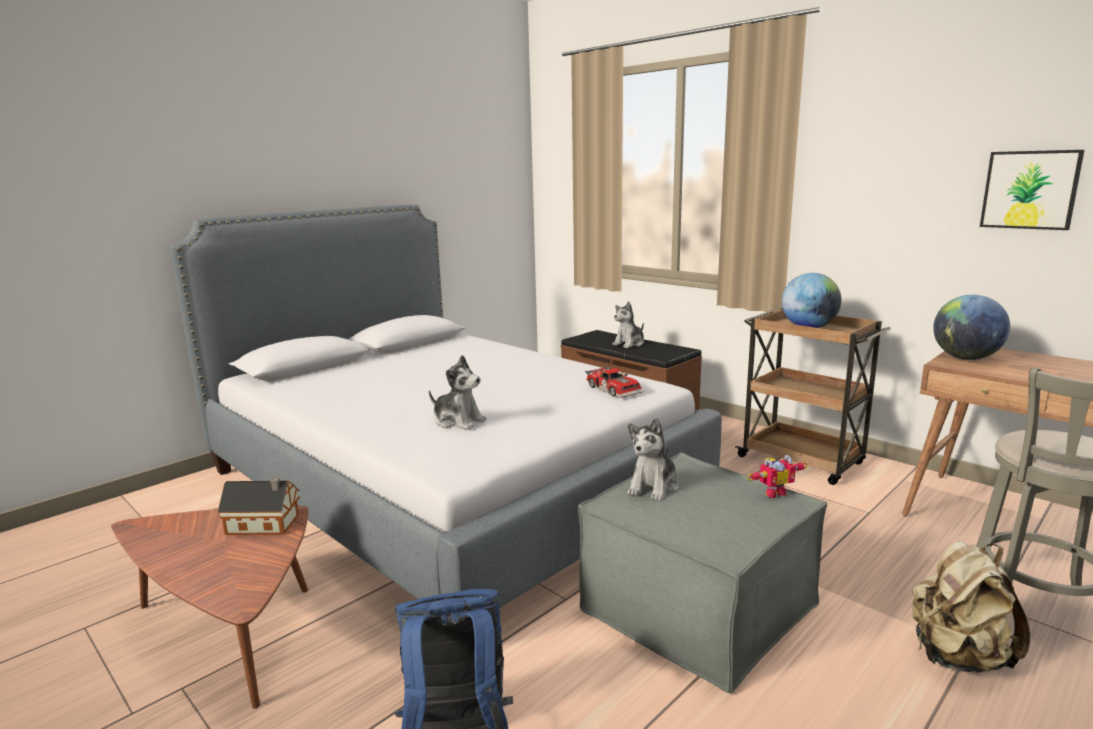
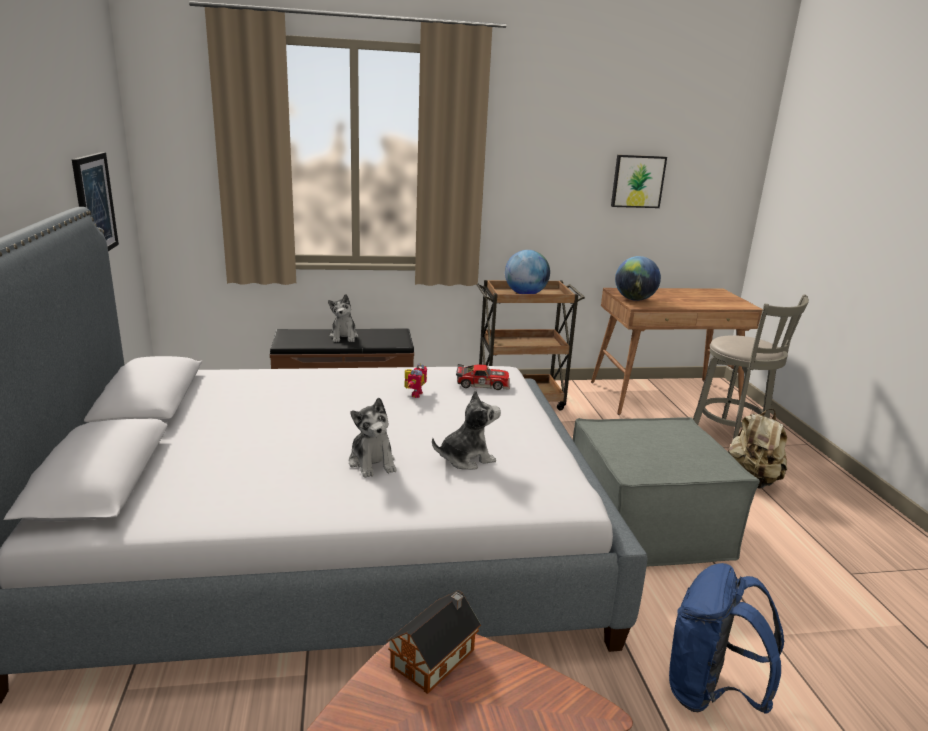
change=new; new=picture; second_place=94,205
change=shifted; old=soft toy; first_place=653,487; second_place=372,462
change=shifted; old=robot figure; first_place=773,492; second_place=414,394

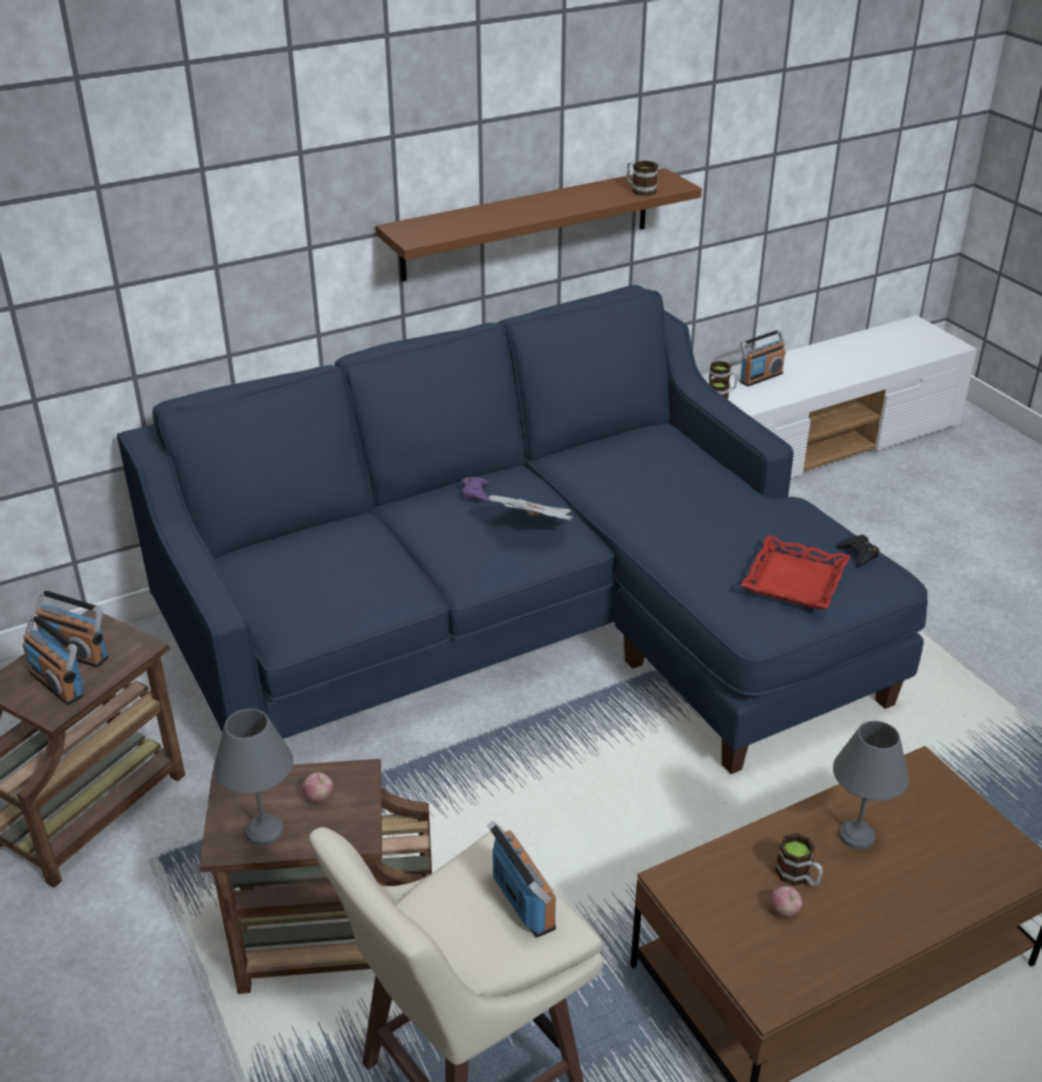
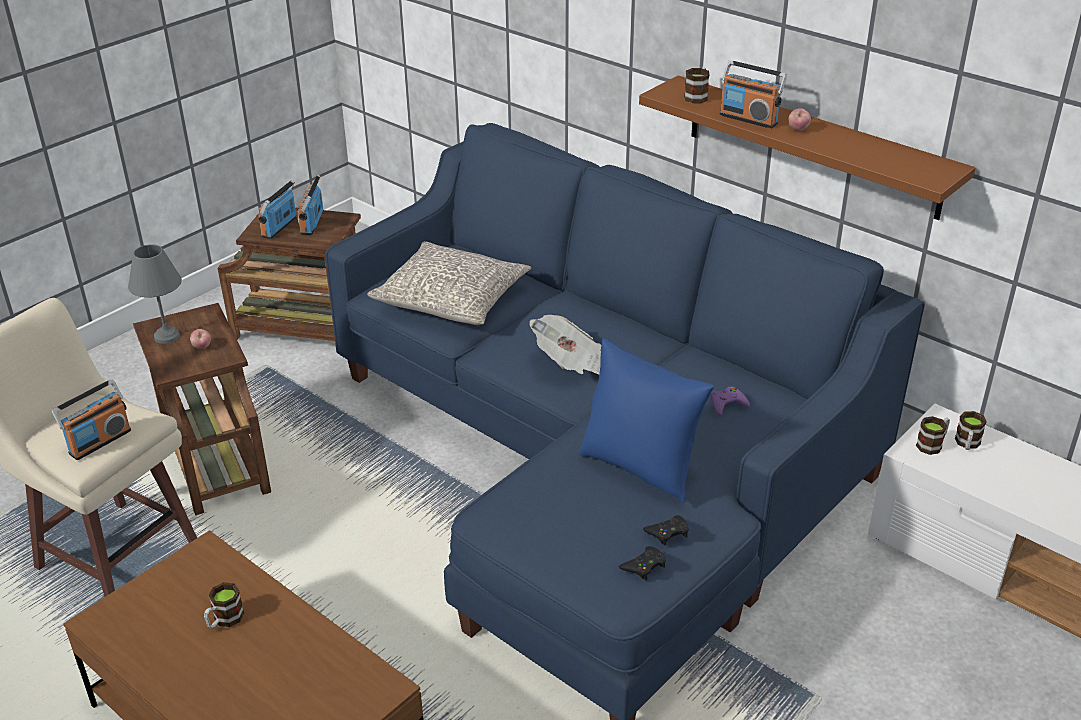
change=gone; old=red-coloured serving tray; first_place=793,580
change=gone; old=greyish lamp for a table; first_place=857,834
change=new; new=greyish cushion; second_place=452,299
change=new; new=bluish cushion; second_place=640,467
change=new; new=black-coloured gamepad; second_place=668,533
change=shifted; old=purple gamepad; first_place=476,493; second_place=727,404
change=shifted; old=coffee mug; first_place=640,190; second_place=697,96
change=shifted; old=radio set; first_place=760,377; second_place=749,119
change=shifted; old=apple fruit; first_place=784,911; second_place=798,130

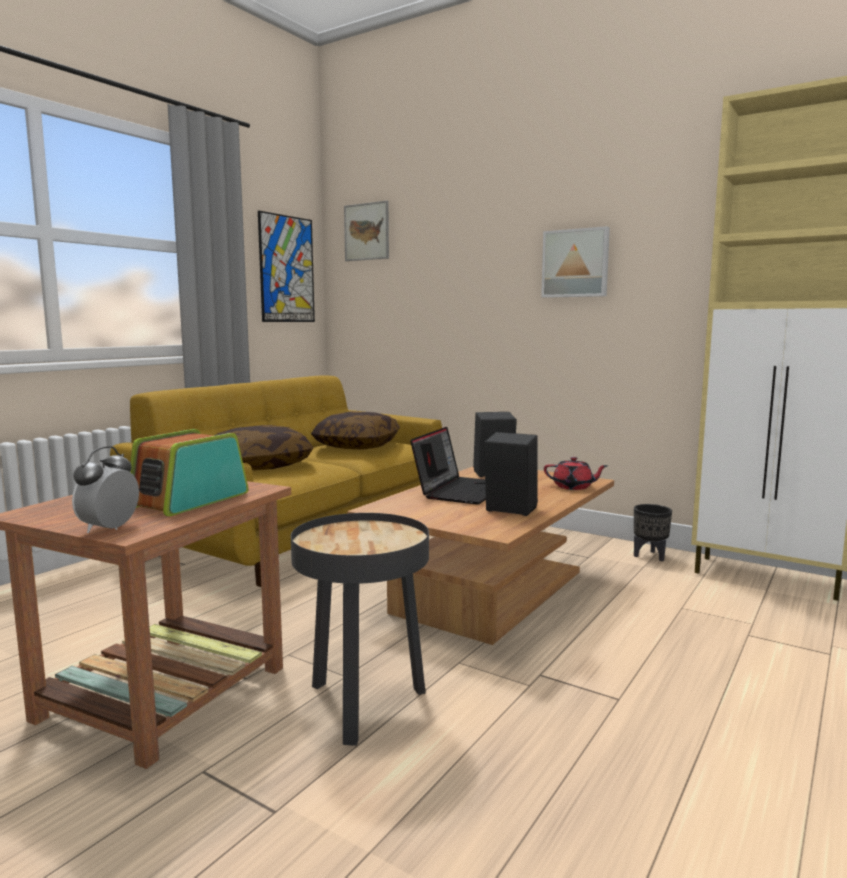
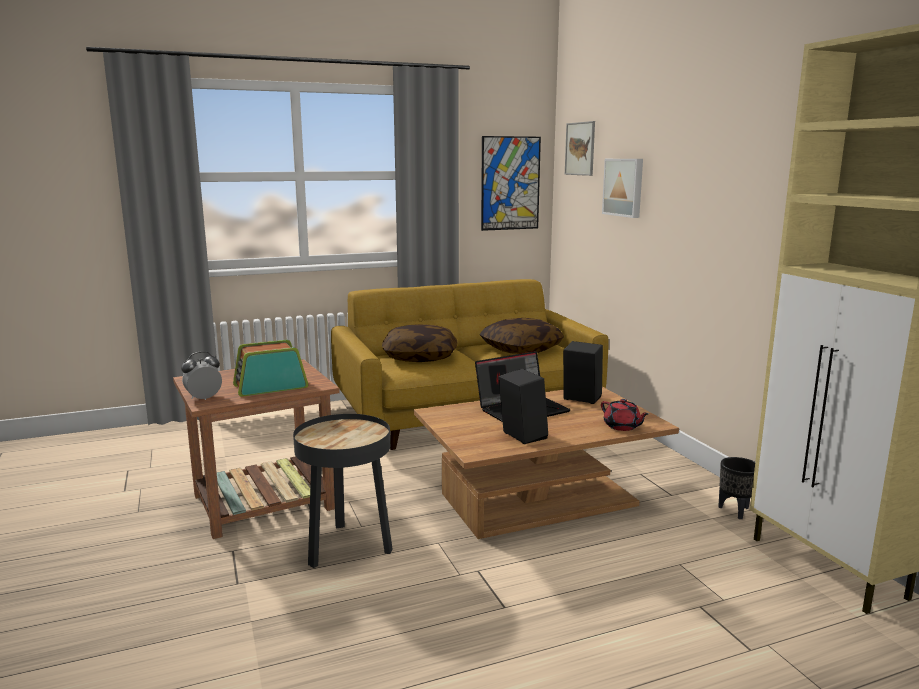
change=shifted; old=picture; first_place=576,263; second_place=624,187

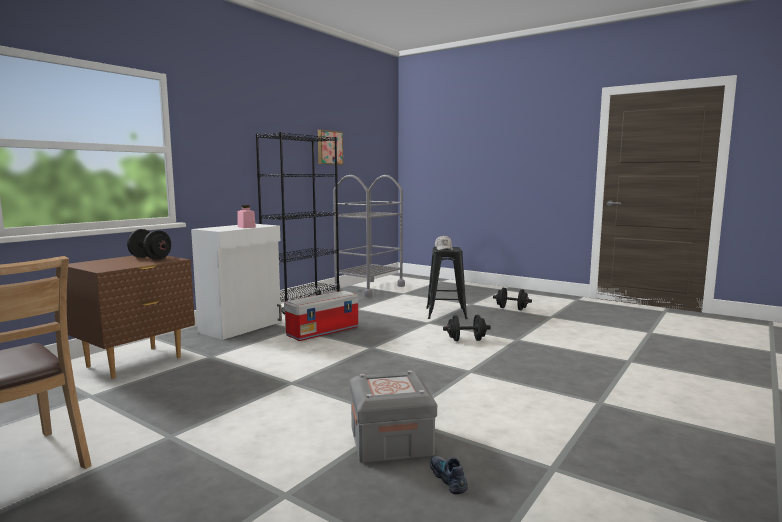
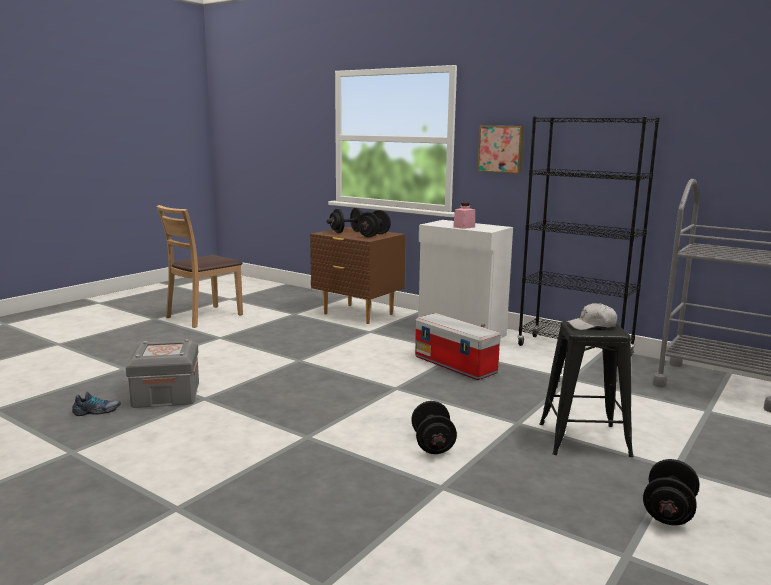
change=new; new=black-coloured hand weight; second_place=347,232
change=shifted; old=picture; first_place=329,147; second_place=501,149

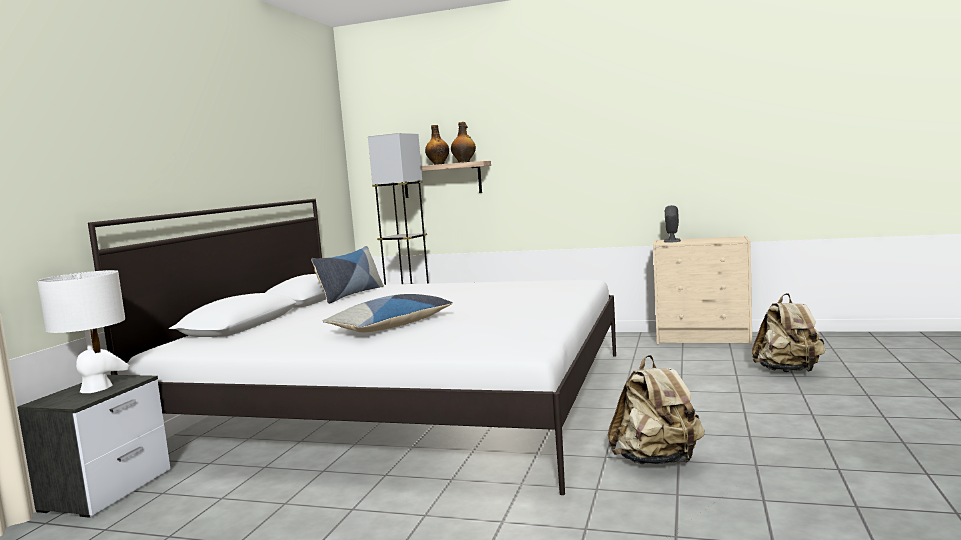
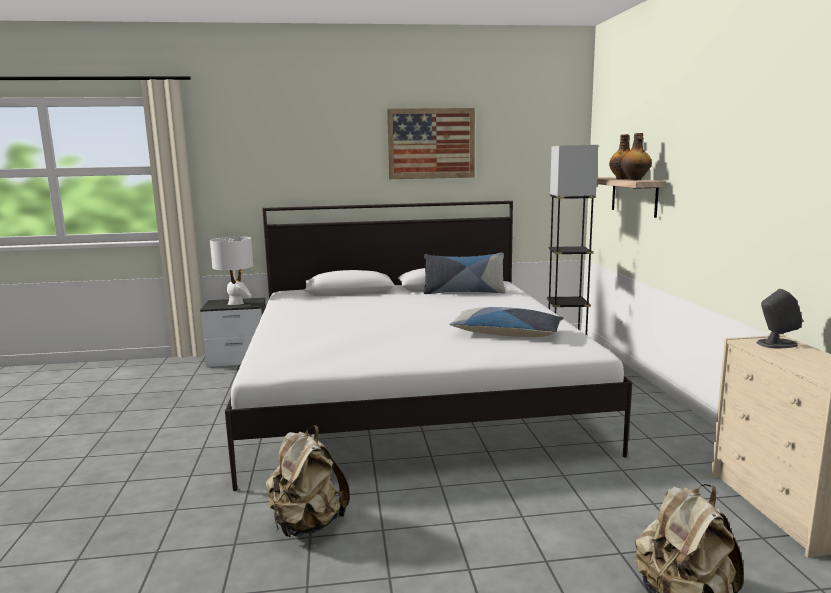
change=new; new=picture; second_place=431,143
change=shifted; old=cushion; first_place=392,325; second_place=506,333

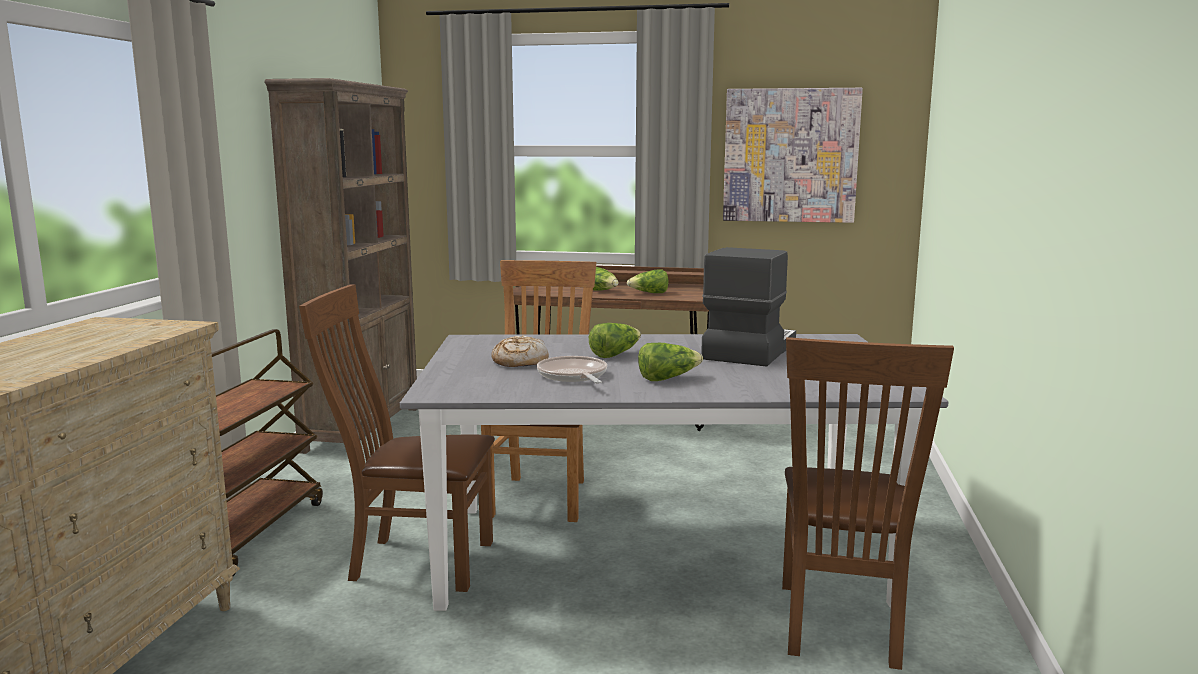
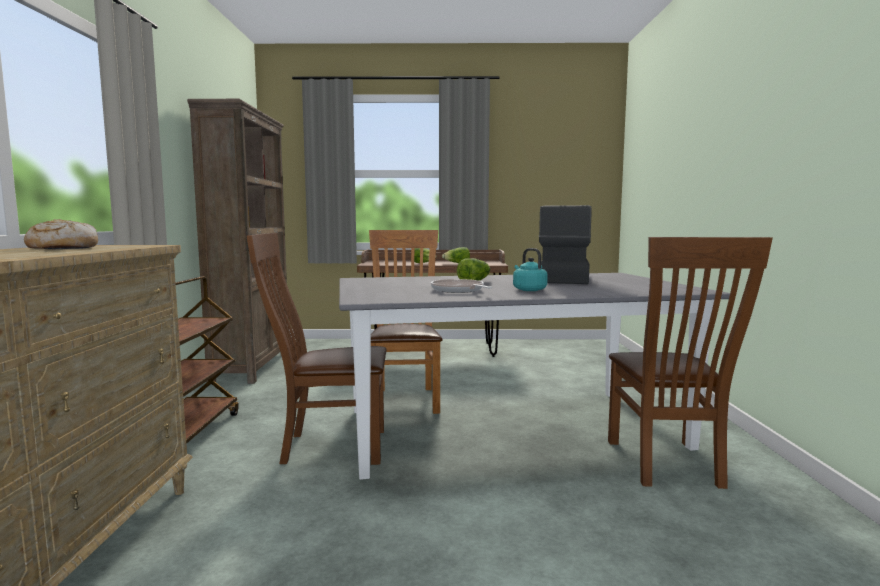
change=gone; old=picture; first_place=790,155
change=shifted; old=bakery bread; first_place=519,362; second_place=62,248
change=swapped; old=lettuce head; new=blue-green water kettle; first_place=667,378; second_place=528,290

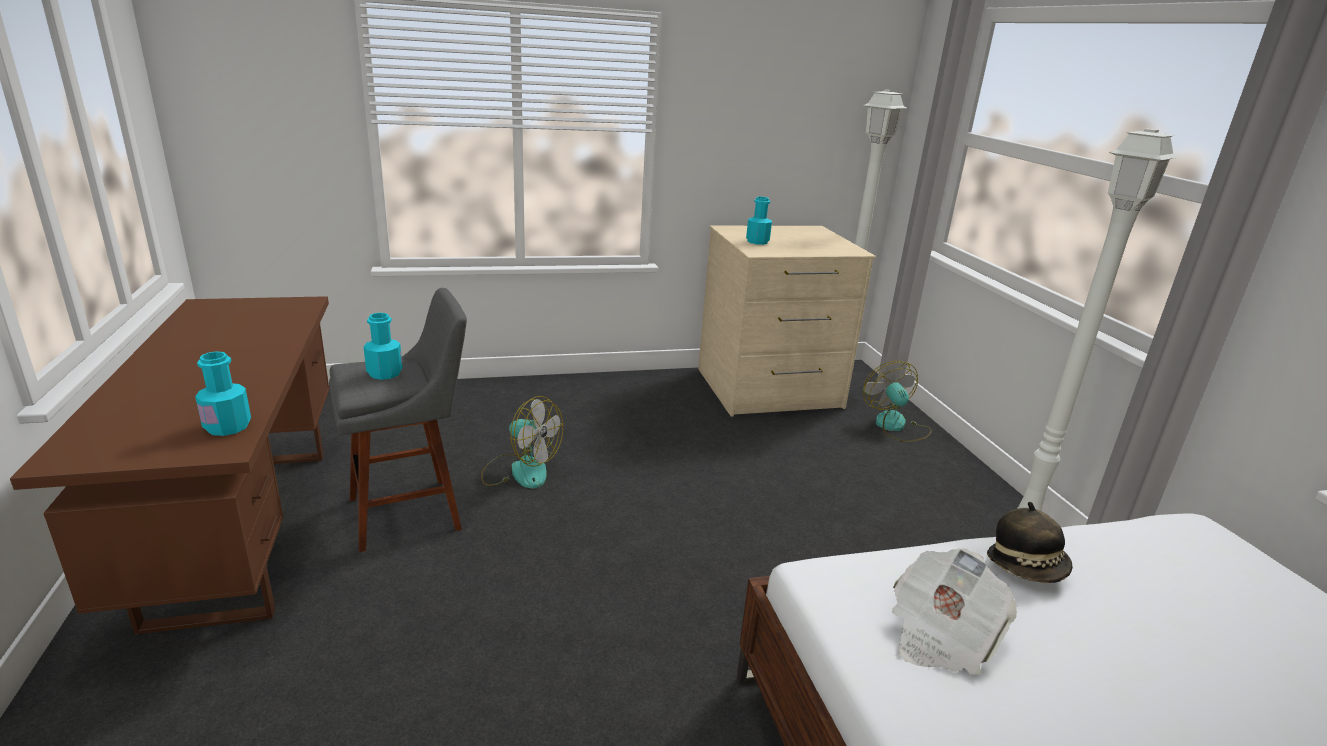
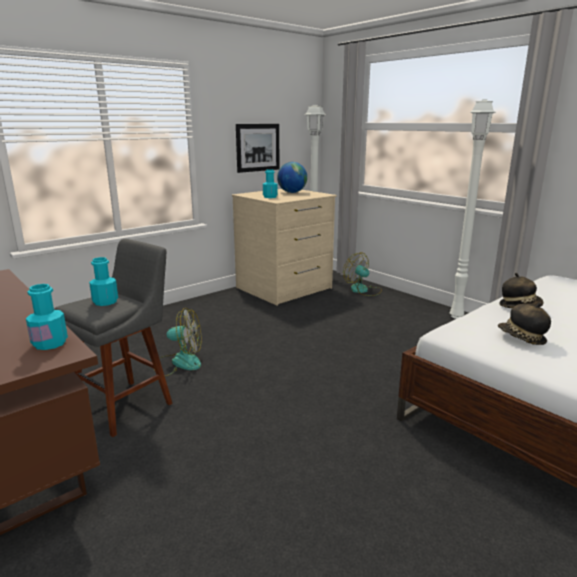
change=new; new=picture; second_place=258,147
change=new; new=globe; second_place=292,192
change=swapped; old=daily paper; new=wearable hat; first_place=940,635; second_place=521,338

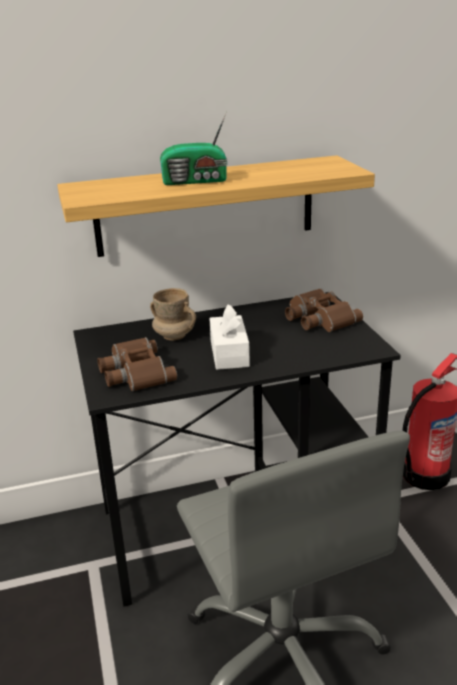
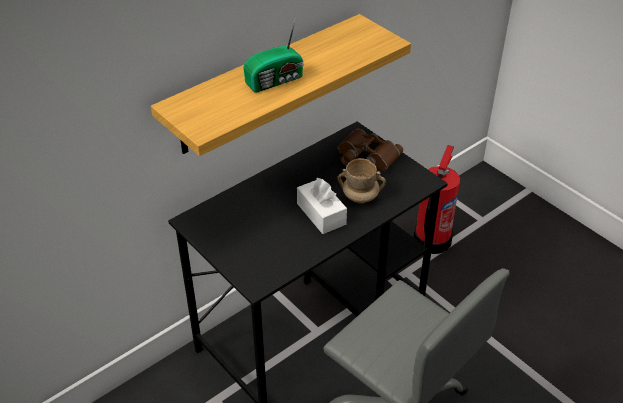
change=gone; old=brownish pair of binoculars; first_place=134,372
change=shifted; old=beige coffee mug; first_place=174,335; second_place=360,197

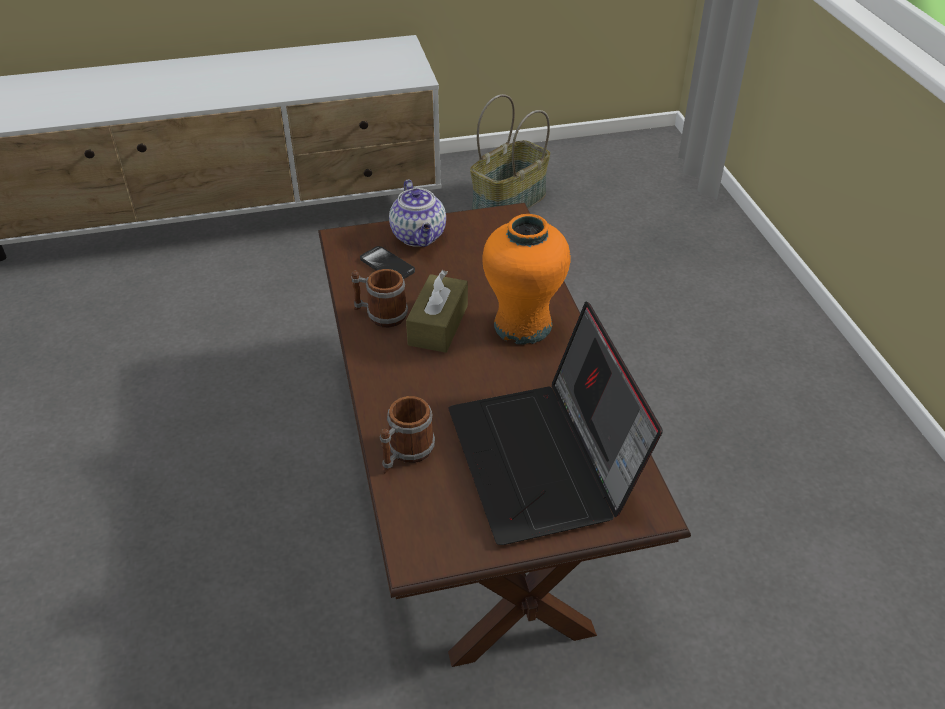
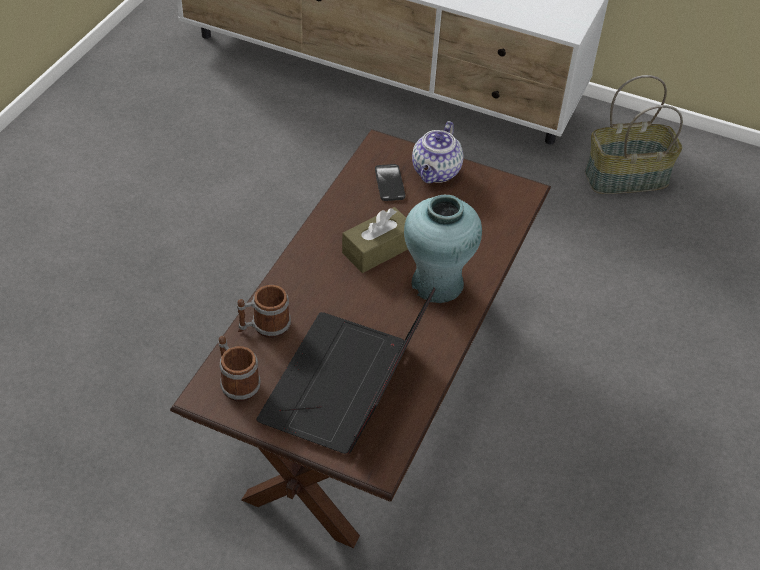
change=shifted; old=coffee mug; first_place=380,314; second_place=236,382
change=repainted; old=orange flower vase; new=blue-green flower vase; first_place=523,326; second_place=437,284

